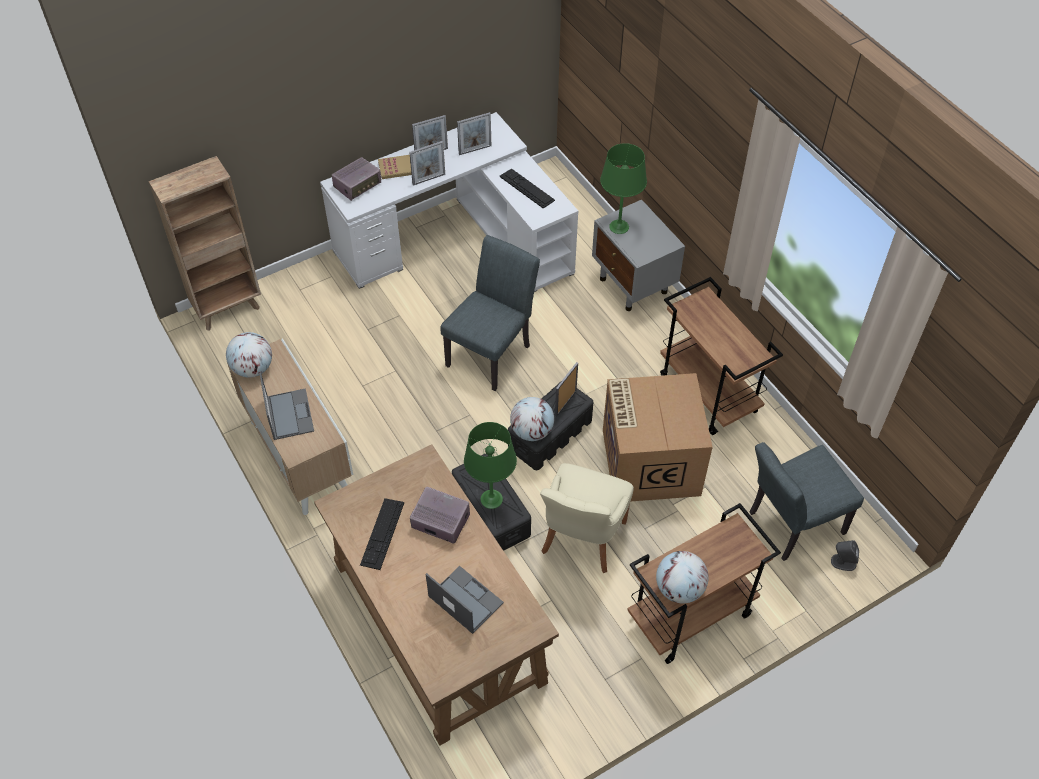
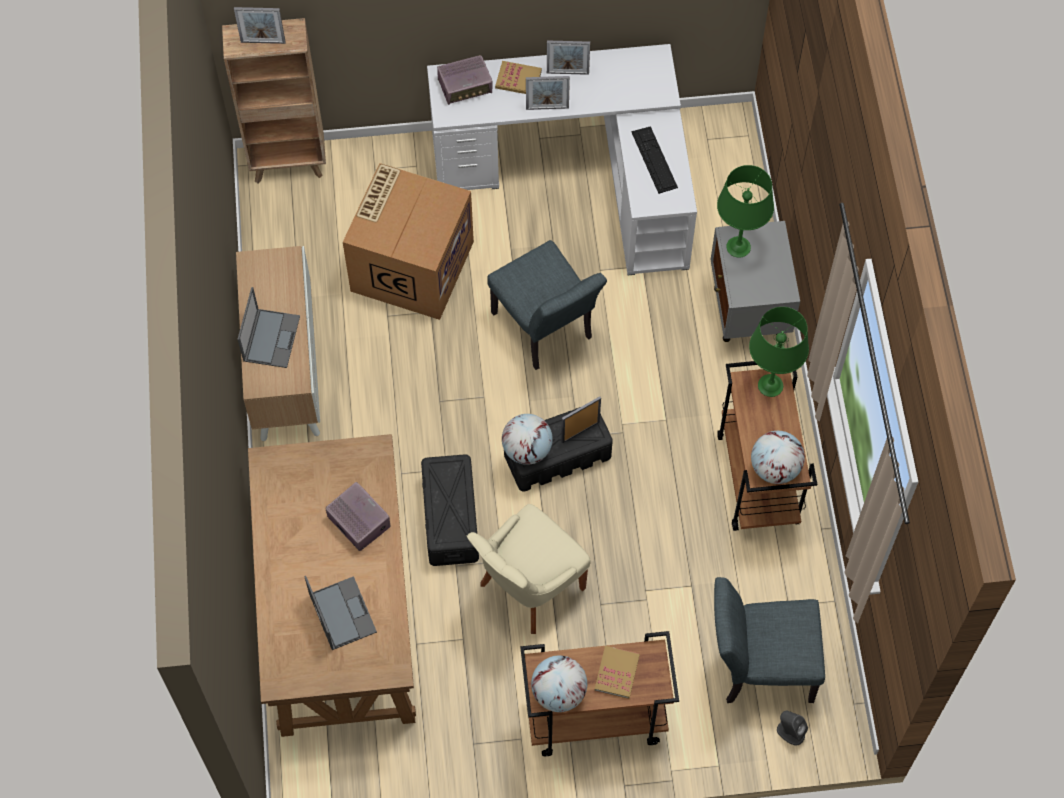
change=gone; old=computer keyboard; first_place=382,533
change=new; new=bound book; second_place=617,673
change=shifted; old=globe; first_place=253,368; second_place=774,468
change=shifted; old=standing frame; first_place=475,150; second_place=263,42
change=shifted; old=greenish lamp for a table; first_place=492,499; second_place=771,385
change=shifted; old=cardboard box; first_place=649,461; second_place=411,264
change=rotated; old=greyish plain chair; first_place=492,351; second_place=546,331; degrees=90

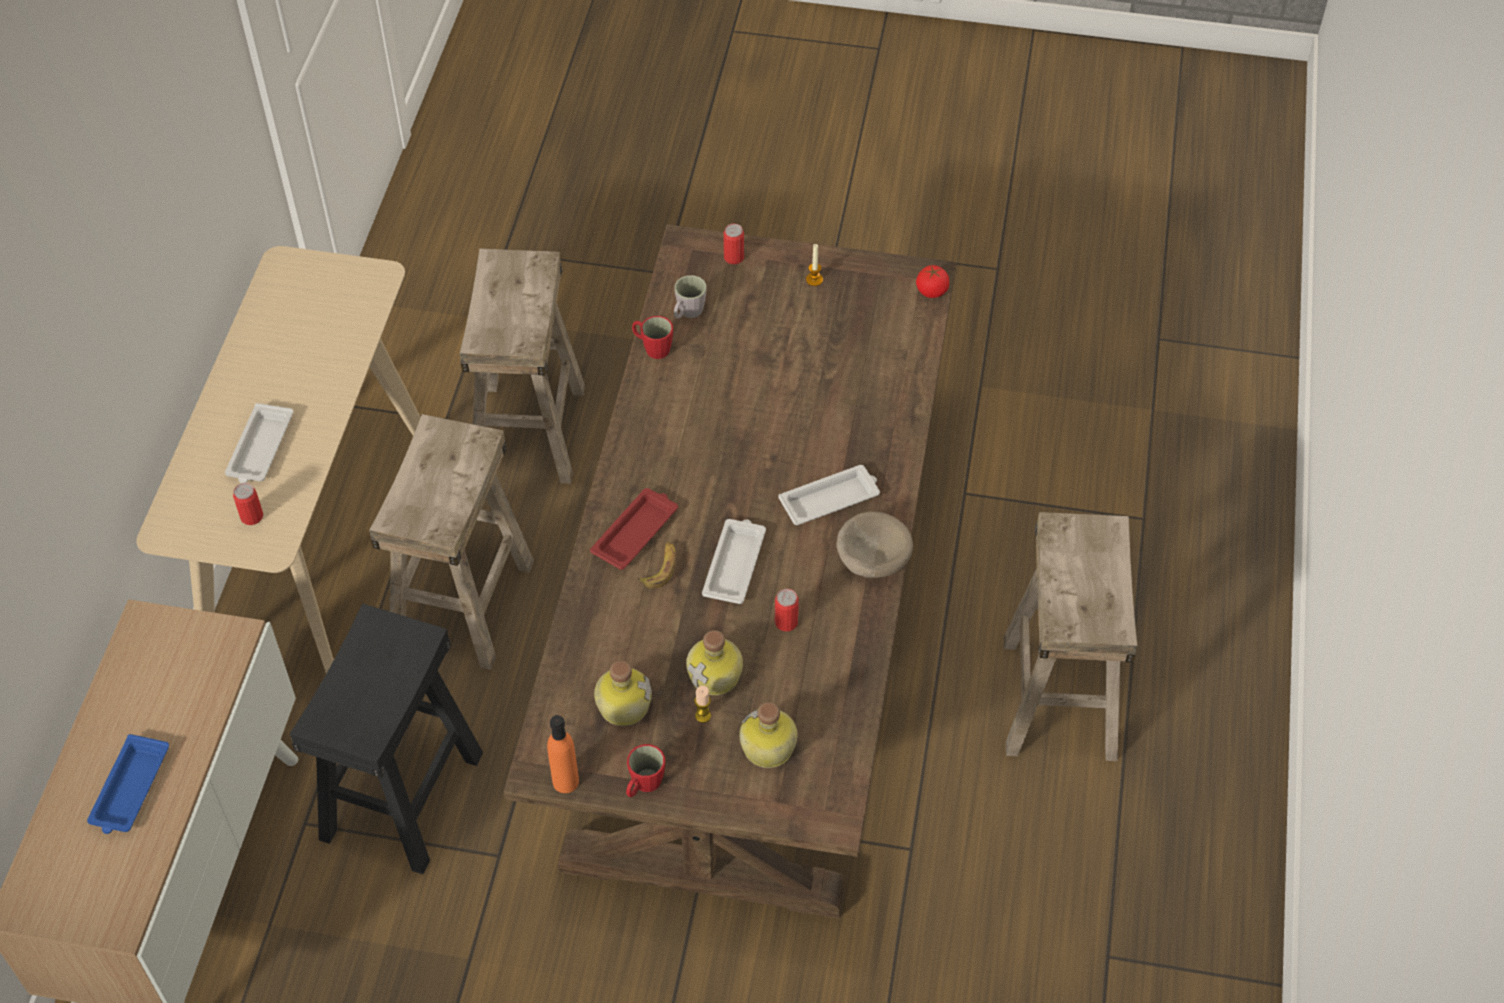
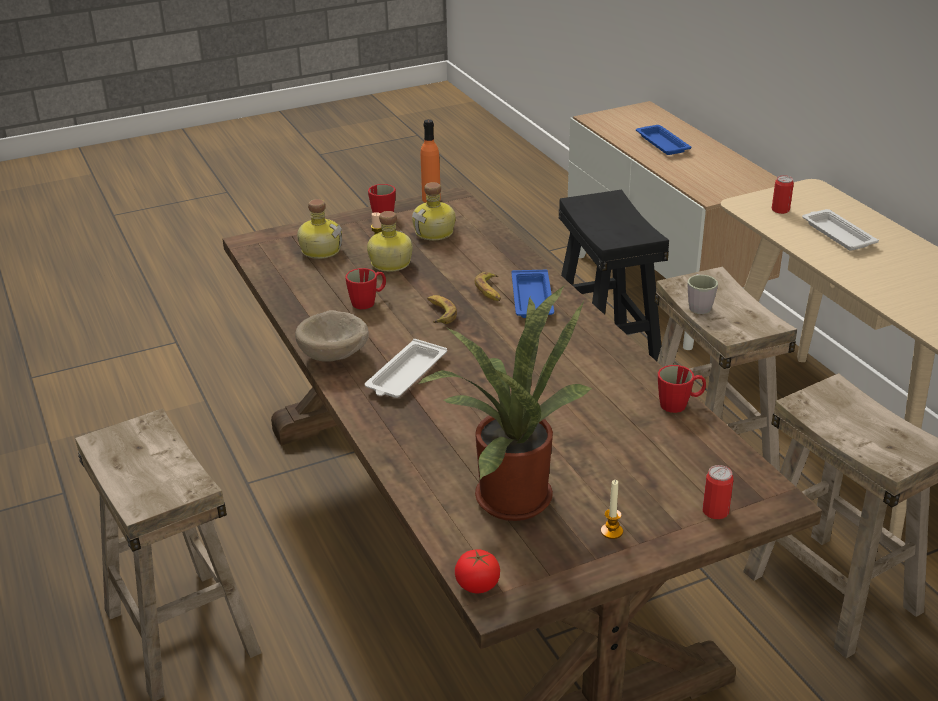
change=new; new=potted plant; second_place=508,494
change=shifted; old=greyish coffee mug; first_place=687,313; second_place=698,305
change=swapped; old=white serving tray; new=whole banana; first_place=735,564; second_place=439,313
change=swapped; old=sealed can; new=red-coloured coffee mug; first_place=786,622; second_place=368,301
change=repainted; old=red-coloured serving tray; new=bluish serving tray; first_place=636,532; second_place=532,300

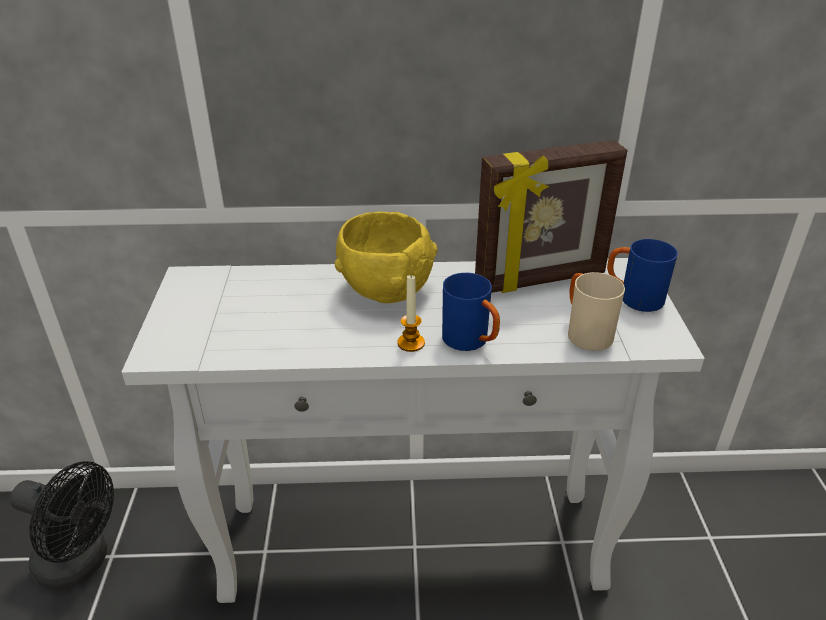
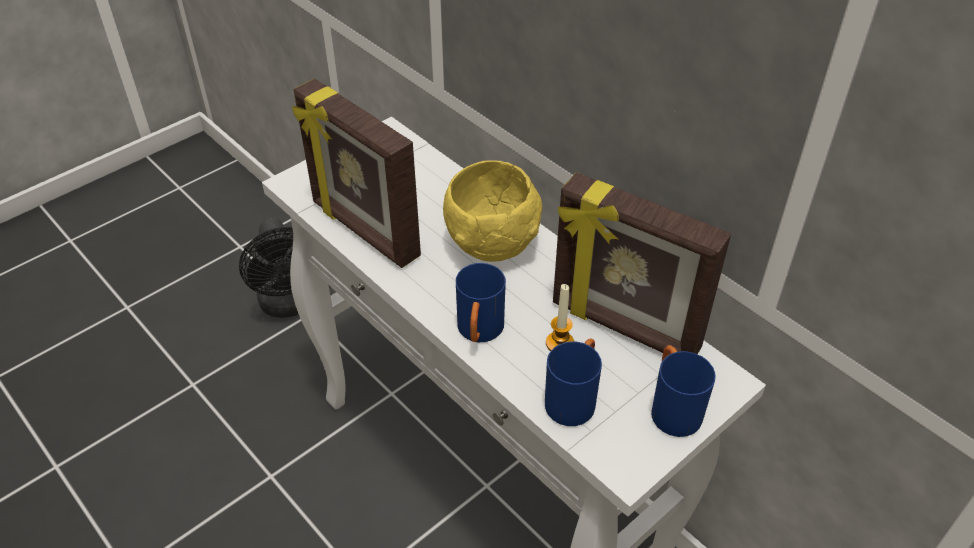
change=new; new=standing frame; second_place=363,230
change=shifted; old=wax light; first_place=411,343; second_place=560,343
change=repainted; old=beige coffee mug; new=bluish coffee mug; first_place=584,332; second_place=574,398

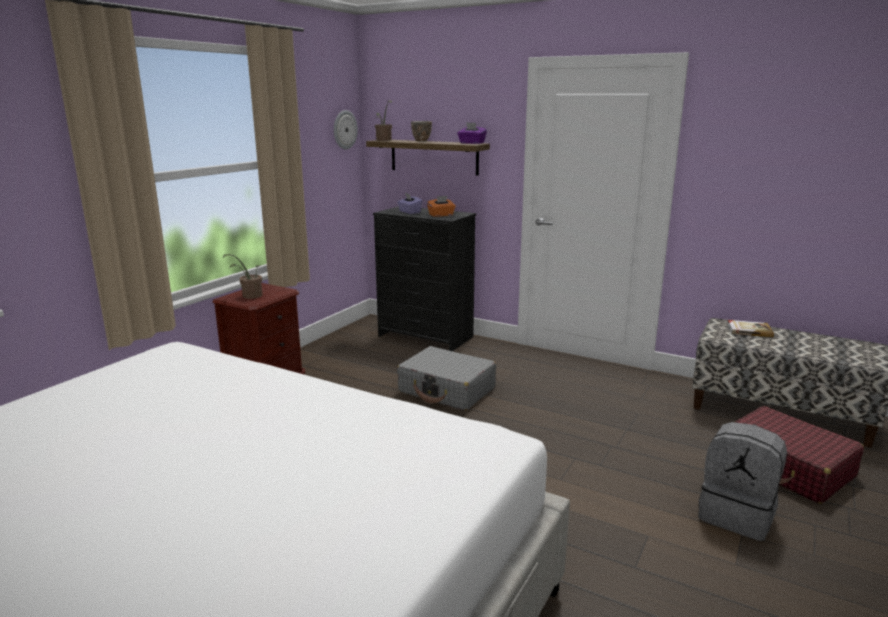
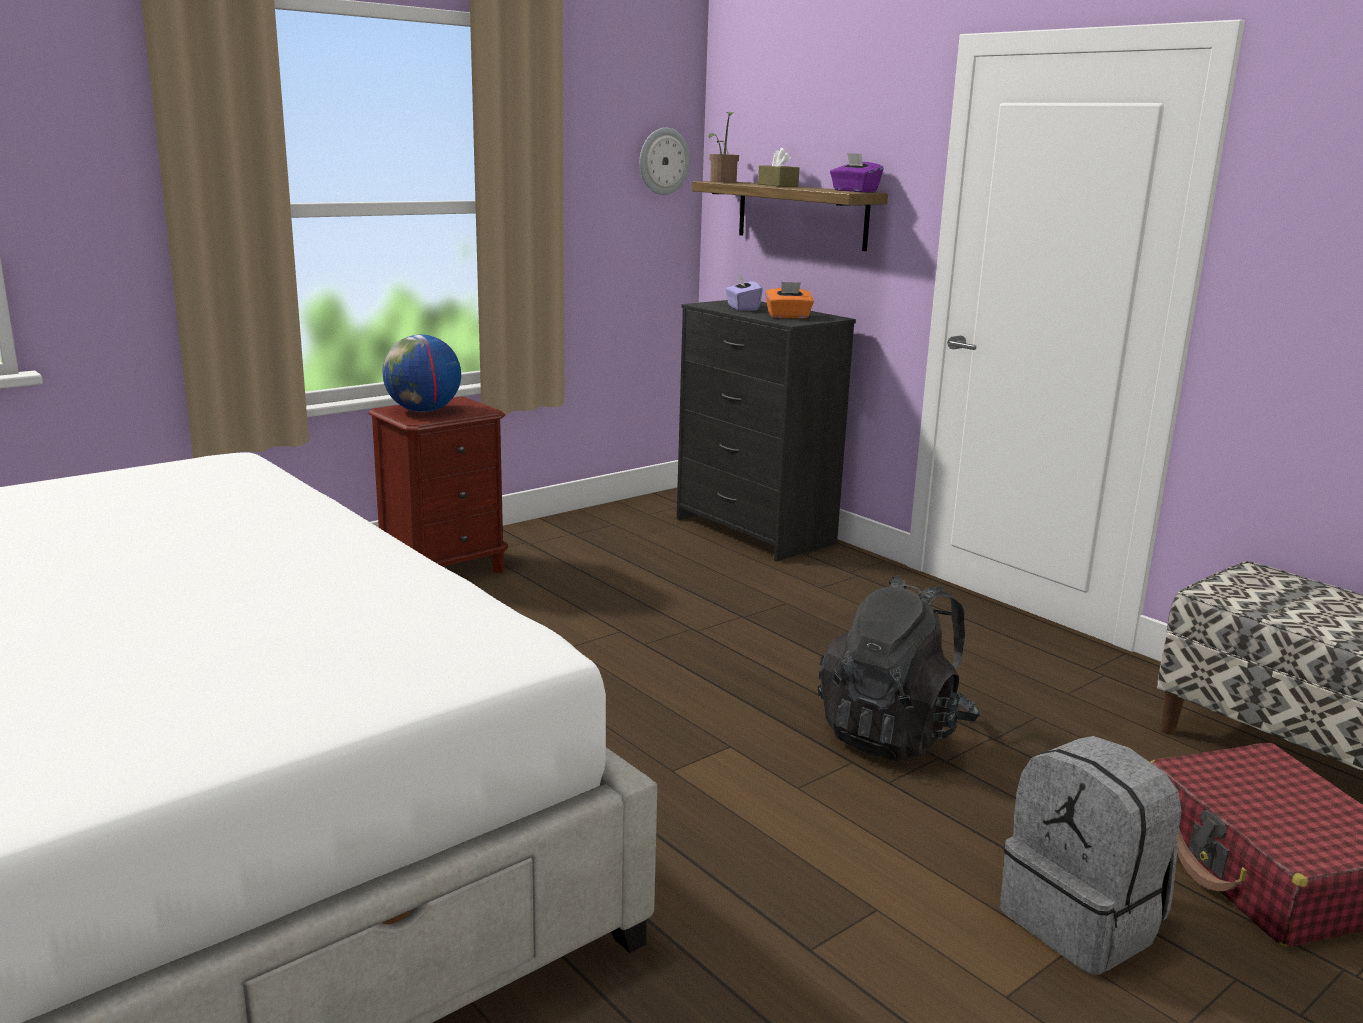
change=gone; old=greyish piece of luggage; first_place=447,390
change=gone; old=bound book; first_place=749,330
change=new; new=black-coloured rucksack; second_place=894,733
change=swapped; old=potted plant; new=globe; first_place=249,296; second_place=423,411
change=swapped; old=bowl; new=brownish tissue box; first_place=420,141; second_place=777,185

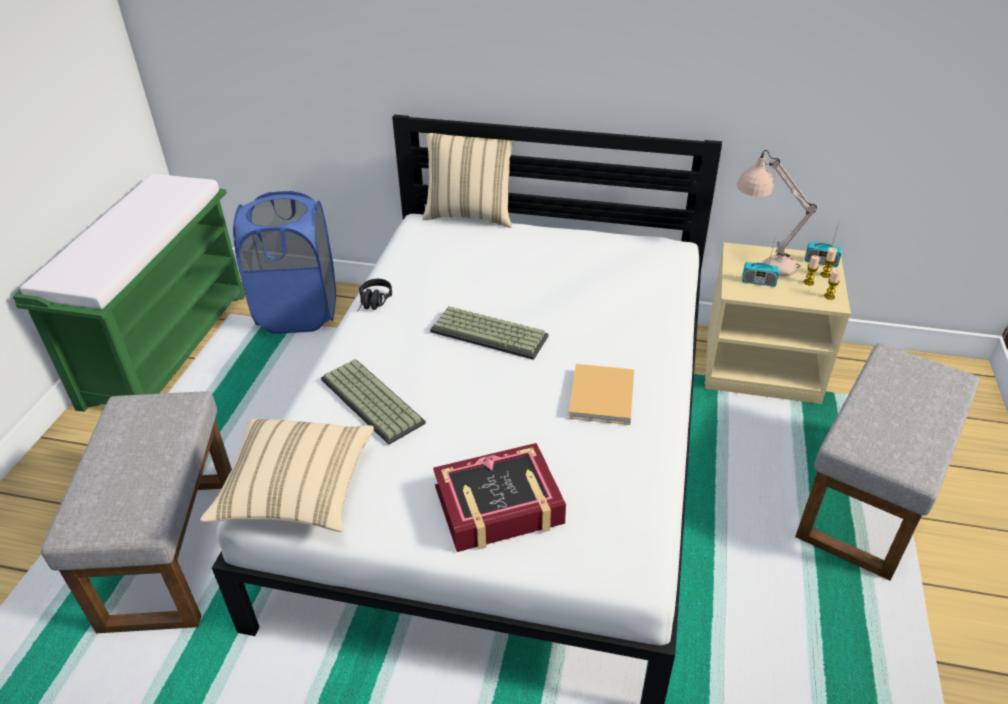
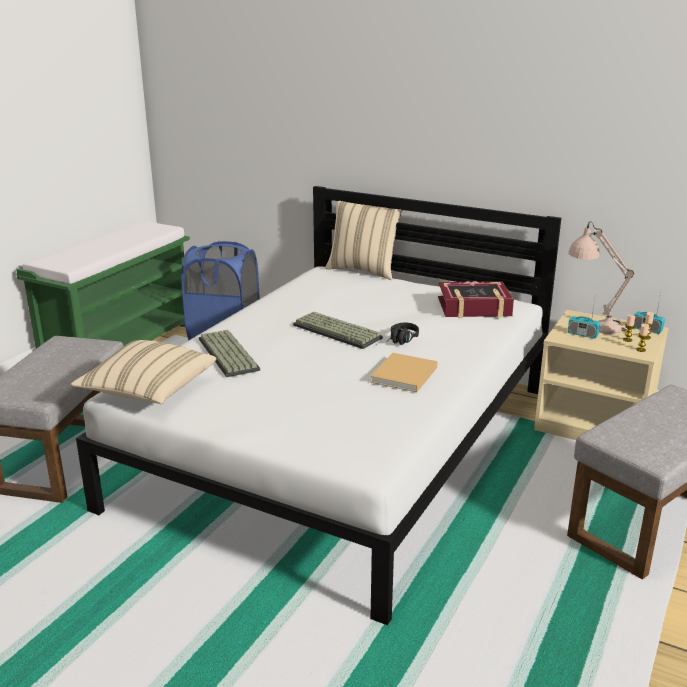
change=shifted; old=black-coloured headphones; first_place=374,303; second_place=401,341
change=shifted; old=bound book; first_place=499,506; second_place=474,307

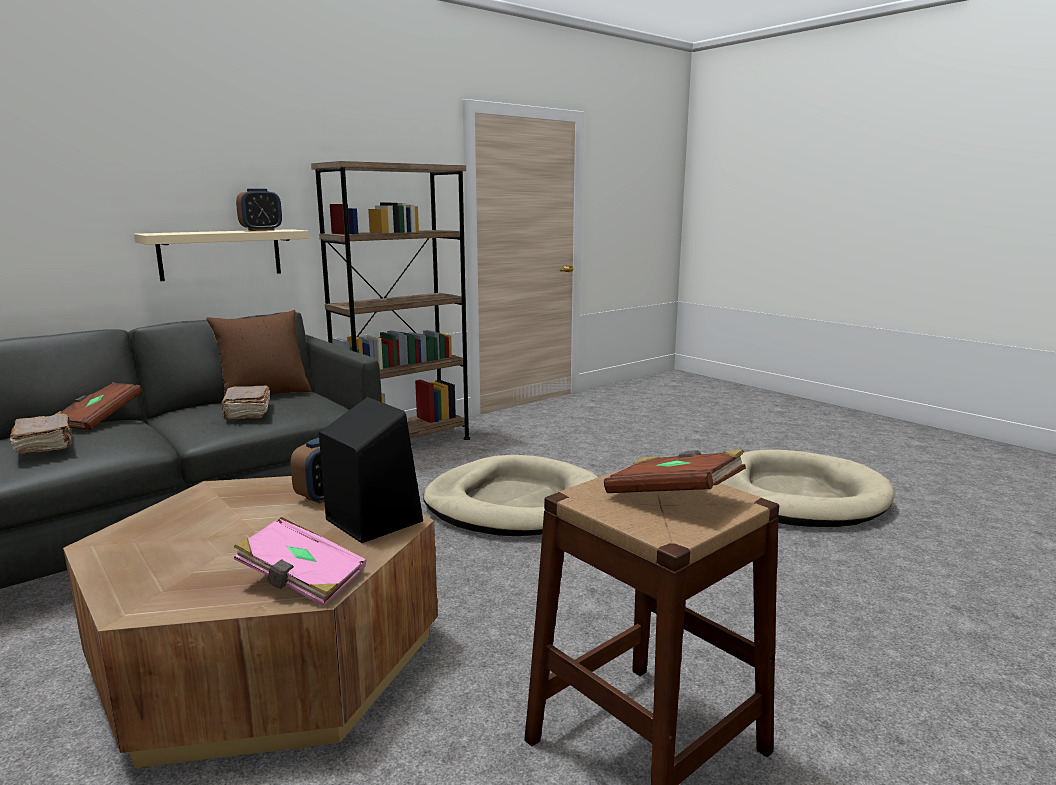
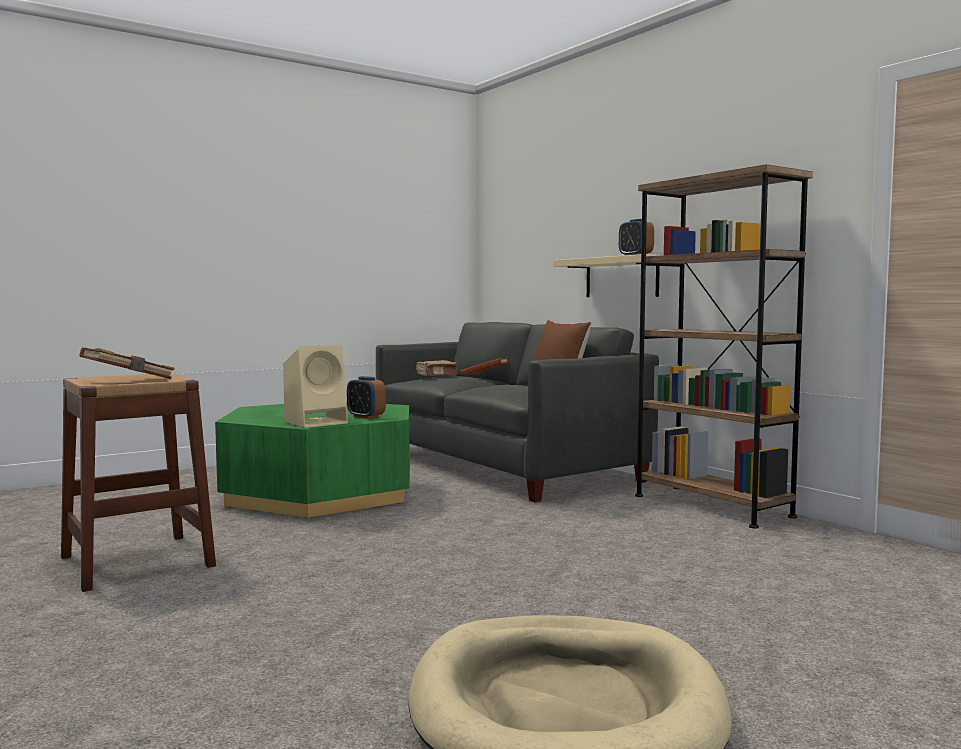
change=gone; old=brownish bound book; first_place=247,412
change=gone; old=pink-coloured bound book; first_place=302,581
change=gone; old=beige dog cushion; first_place=514,503
change=repainted; old=brownish coffee table; new=greenish coffee table; first_place=270,654; second_place=321,492
change=repainted; old=black-coloured audio speaker; new=beige audio speaker; first_place=372,520; second_place=317,422

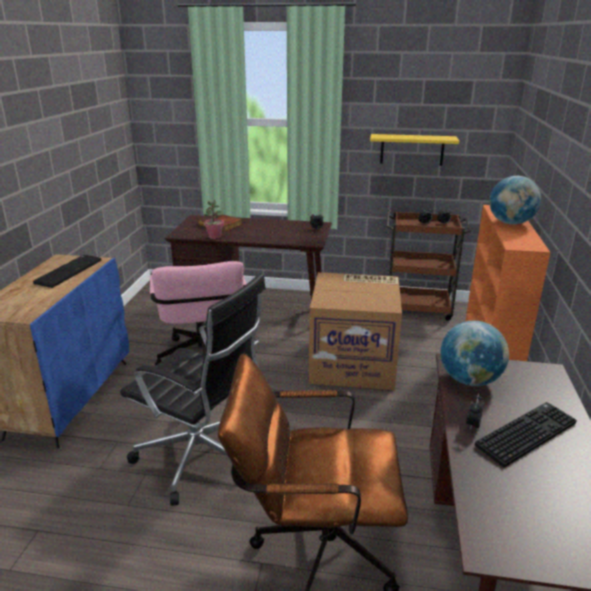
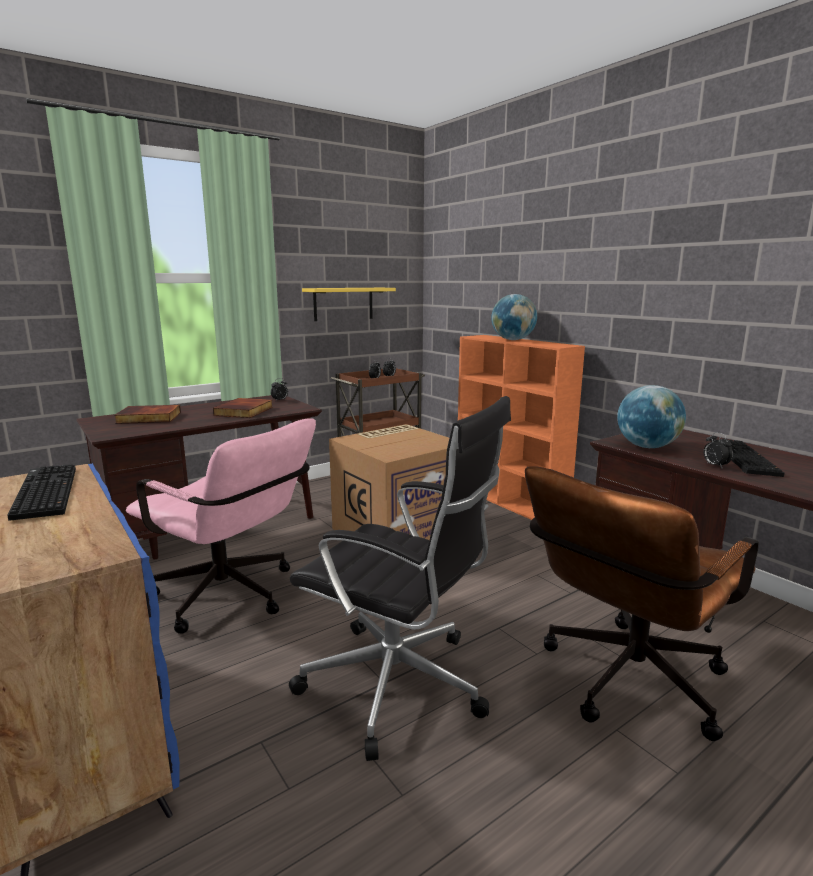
change=gone; old=potted plant; first_place=214,237
change=new; new=bound book; second_place=245,411
change=rotated; old=black-coloured desk chair; first_place=202,457; second_place=399,686; degrees=45

